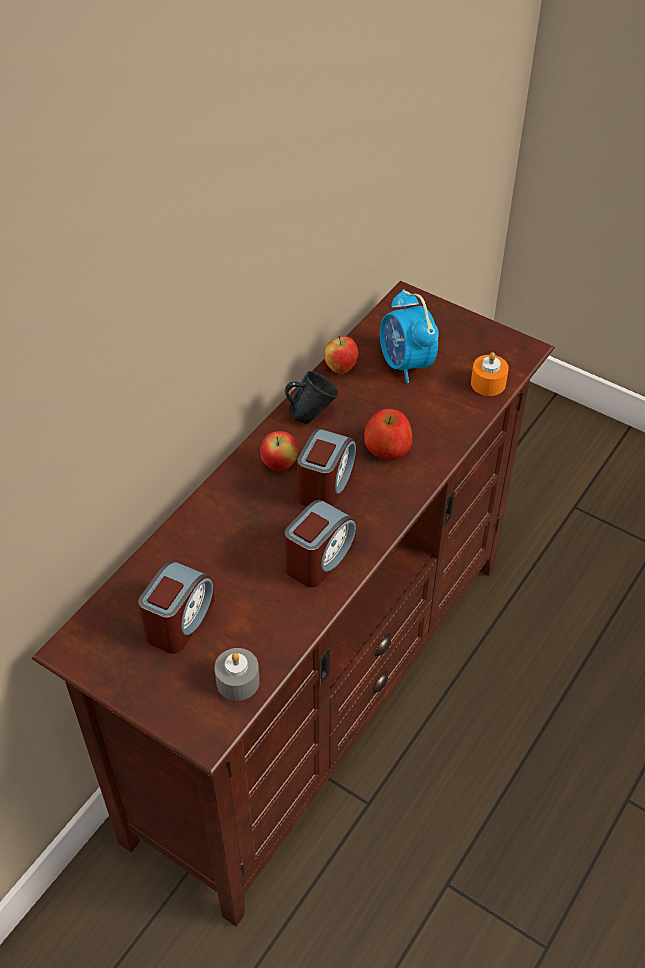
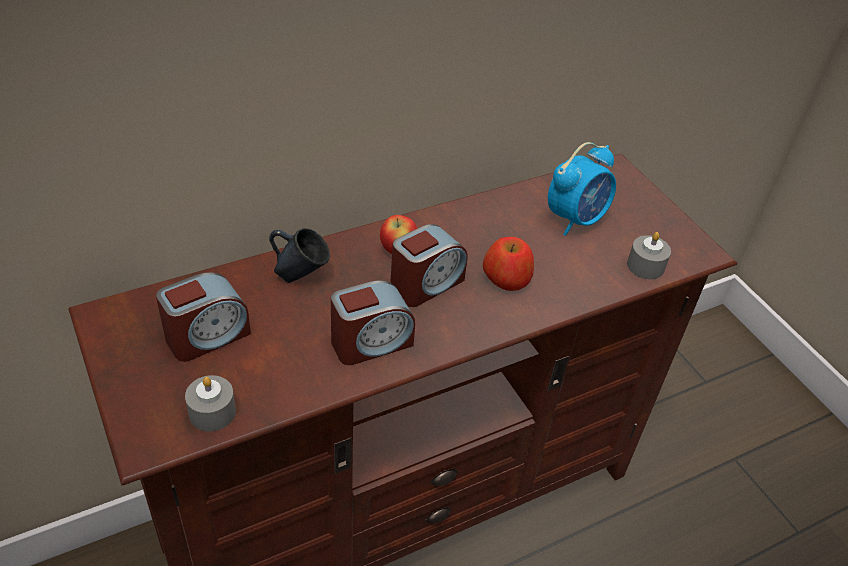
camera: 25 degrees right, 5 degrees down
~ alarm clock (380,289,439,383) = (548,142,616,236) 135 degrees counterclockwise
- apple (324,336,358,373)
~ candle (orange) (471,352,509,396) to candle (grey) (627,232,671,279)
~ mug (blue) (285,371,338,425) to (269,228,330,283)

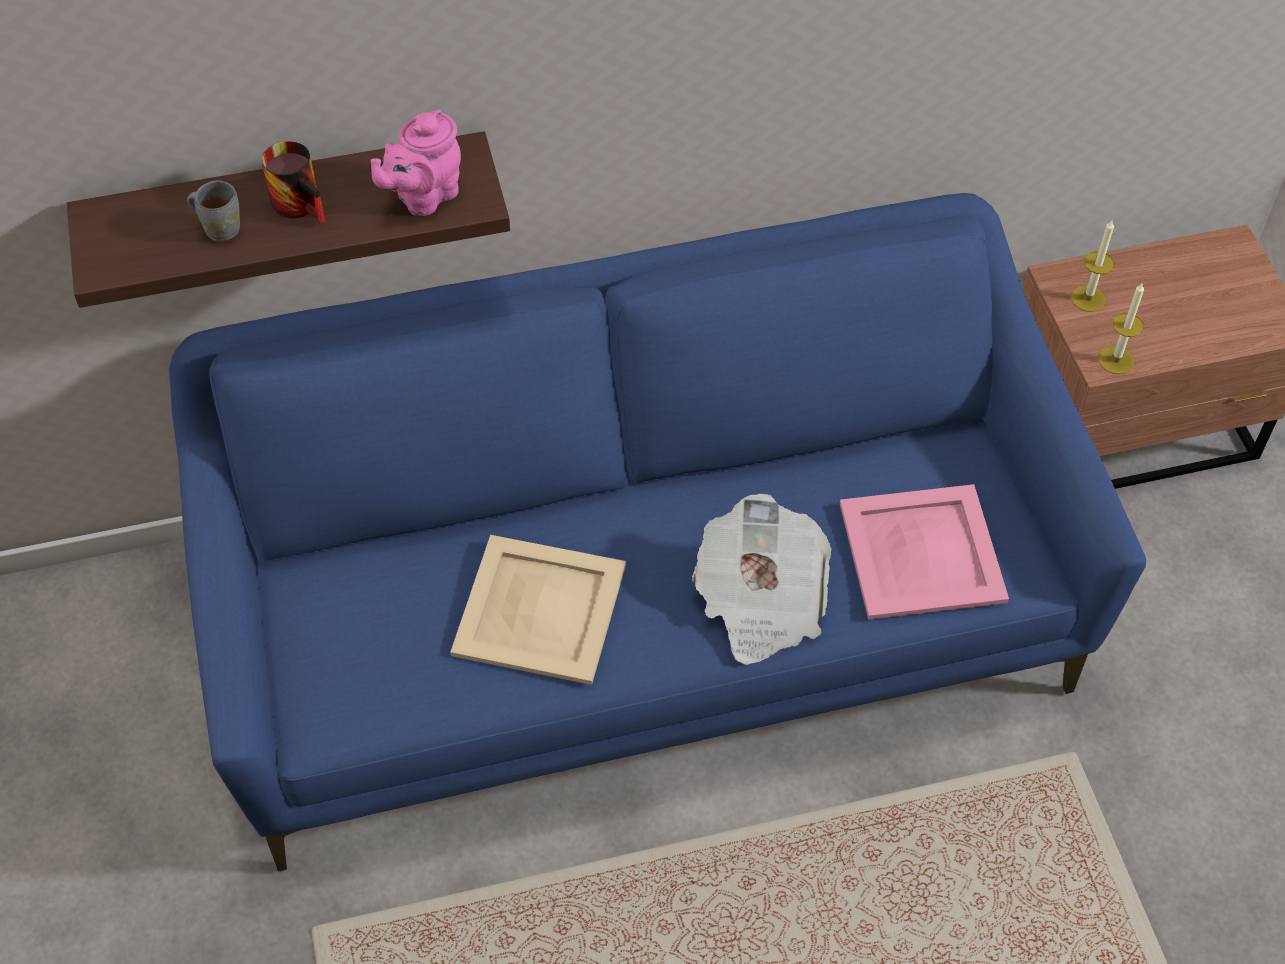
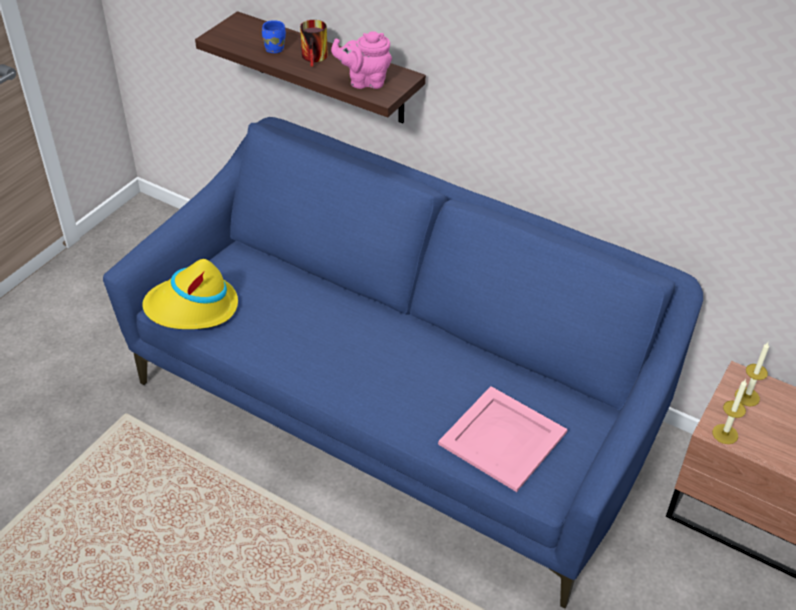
camera: 45 degrees right, 10 degrees down
~ mug (grey) (187,180,240,242) to mug (blue) (262,20,286,53)
- newspaper (692,494,832,665)
- tray (beige) (450,535,626,685)
+ hat (yellow) (142,259,238,329)

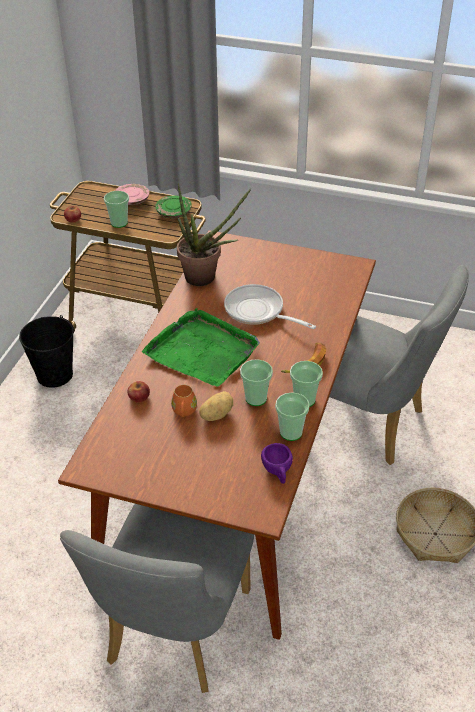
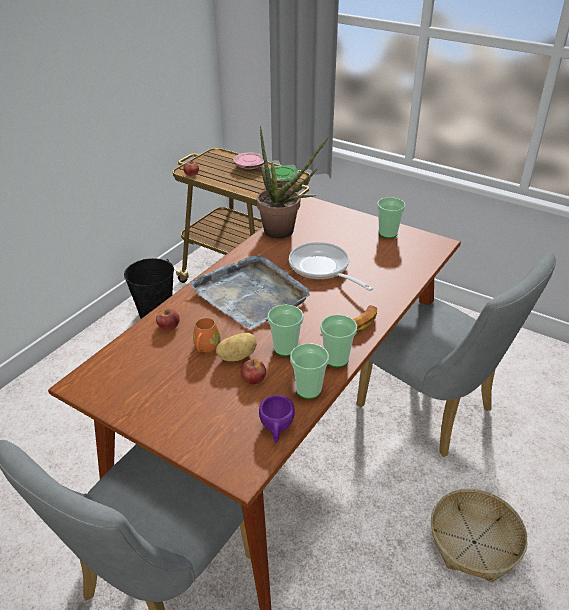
camera: 15 degrees right, 5 degrees down
~ cup (104,191,129,228) to (377,197,406,238)
~ tray (green) (142,308,260,387) to tray (grey) (189,254,310,329)
+ apple (241,359,266,384)

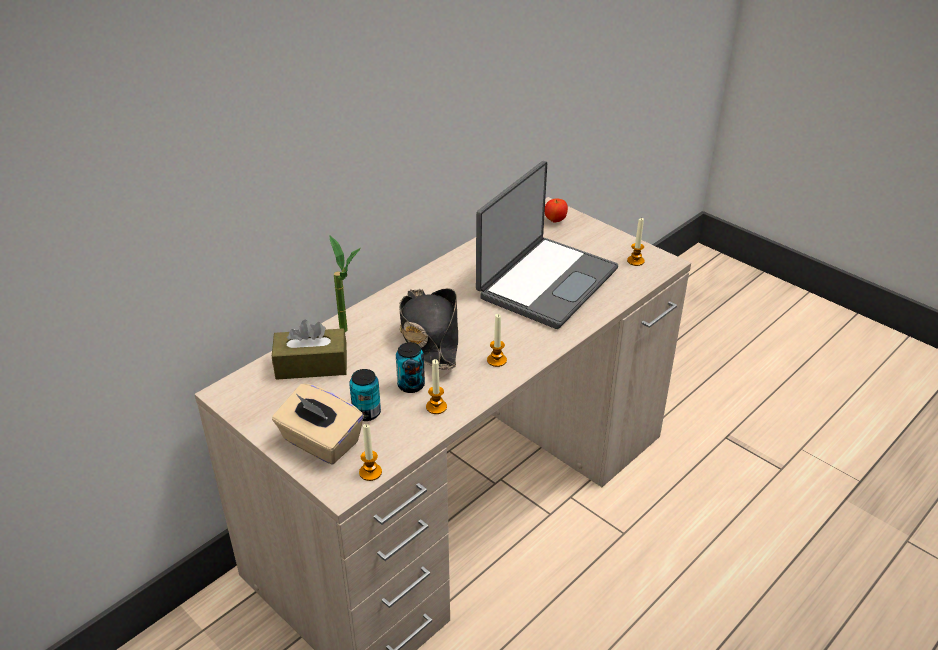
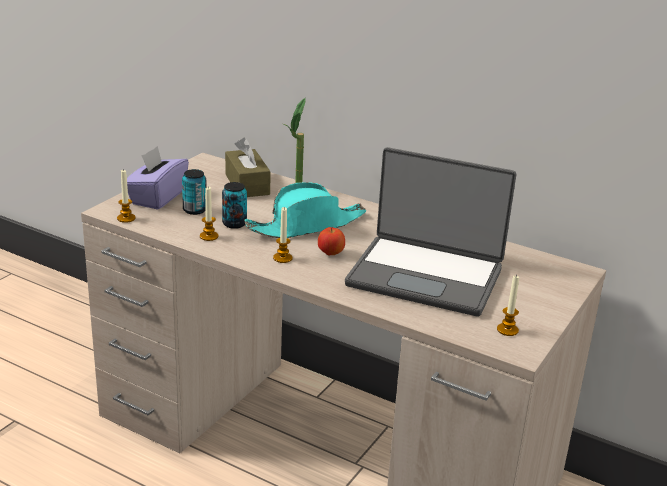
camera: 75 degrees right, 10 degrees down
~ apple (545,198,568,223) to (318,227,345,256)
~ hat (black) (399,288,458,370) to hat (turquoise) (245,182,366,238)
~ tissue box (beige) (272,383,364,465) to tissue box (purple) (127,146,189,210)

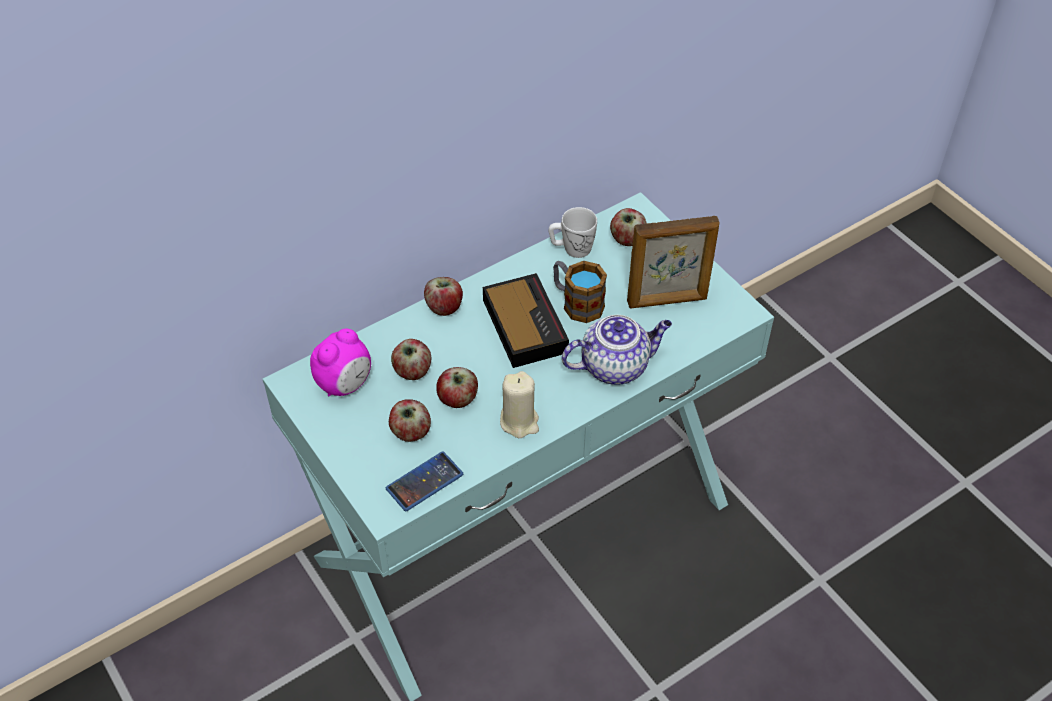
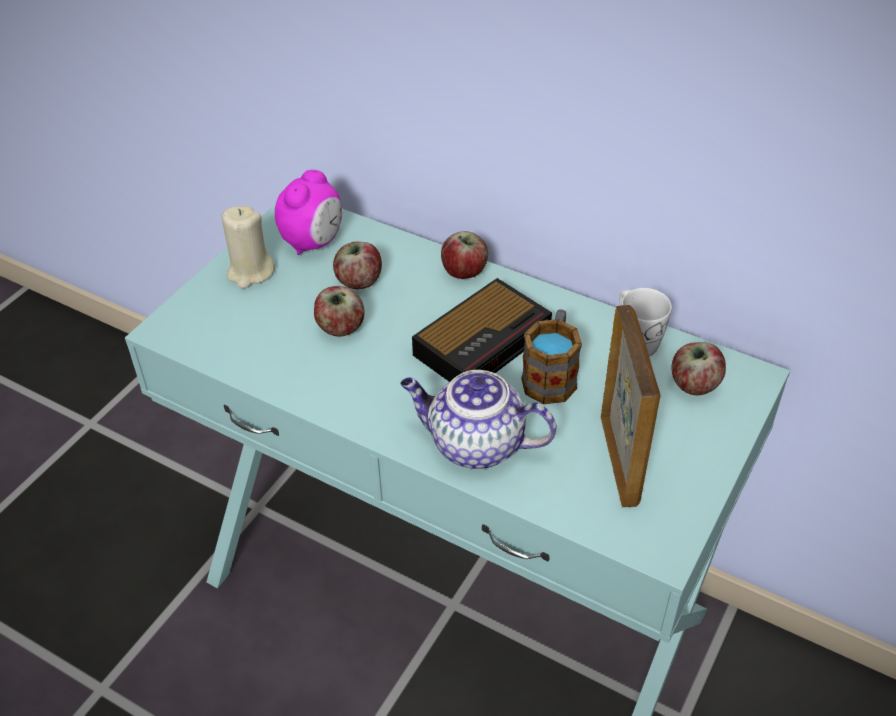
camera: 65 degrees right, 5 degrees down
~ picture frame (627,216,720,308) = (601,305,661,507) 150 degrees counterclockwise
~ teapot (562,315,672,385) = (400,370,556,469) 150 degrees clockwise
~ alarm clock (310,329,371,397) = (275,170,342,255) 75 degrees counterclockwise
~ candle (beige) (500,371,539,438) to (222,206,275,289)
- apple (389,399,431,442)
- phone (386,451,463,511)

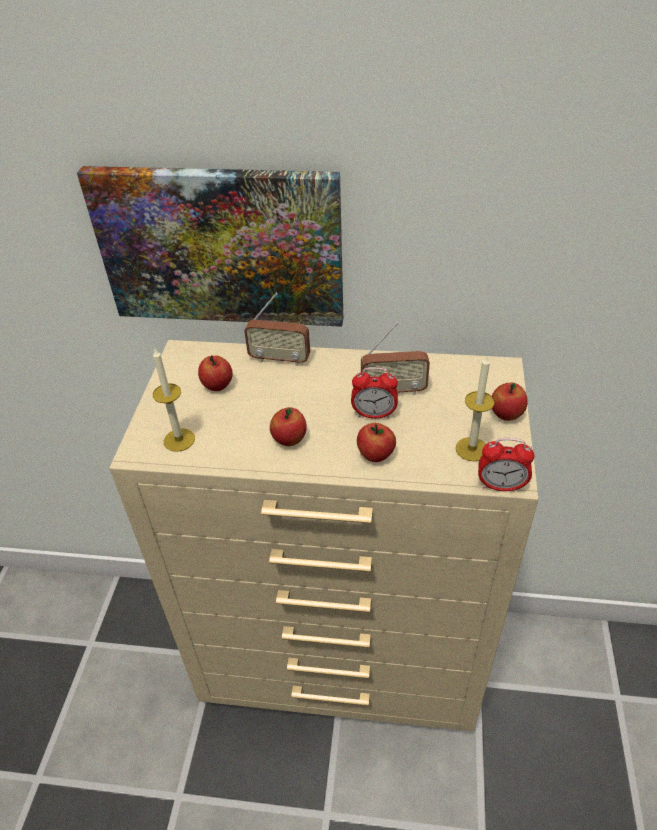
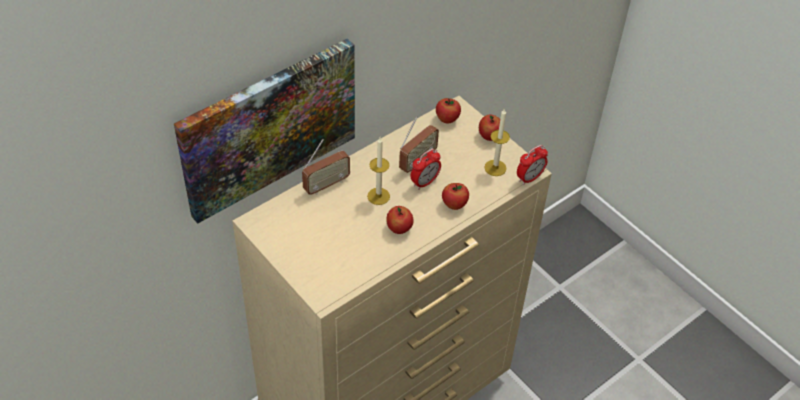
camera: 50 degrees left, 5 degrees up
~ candle (153,349,195,452) to (367,137,390,205)
~ apple (198,355,233,391) to (436,98,461,123)

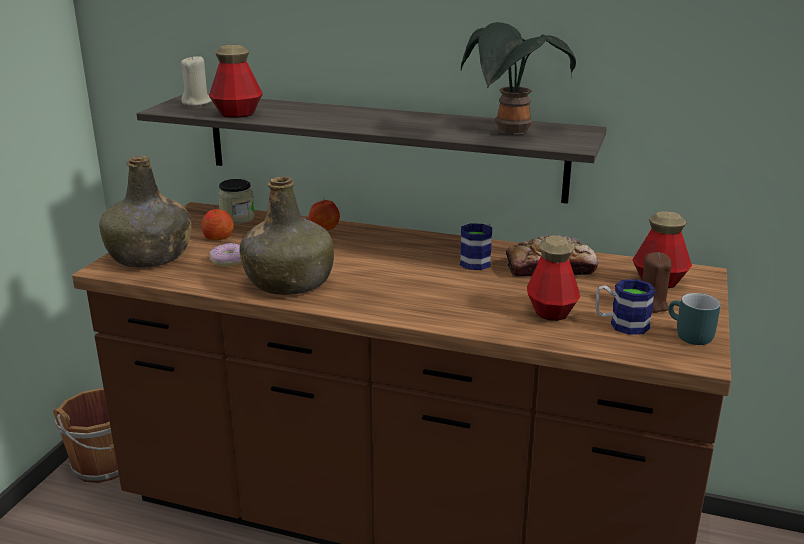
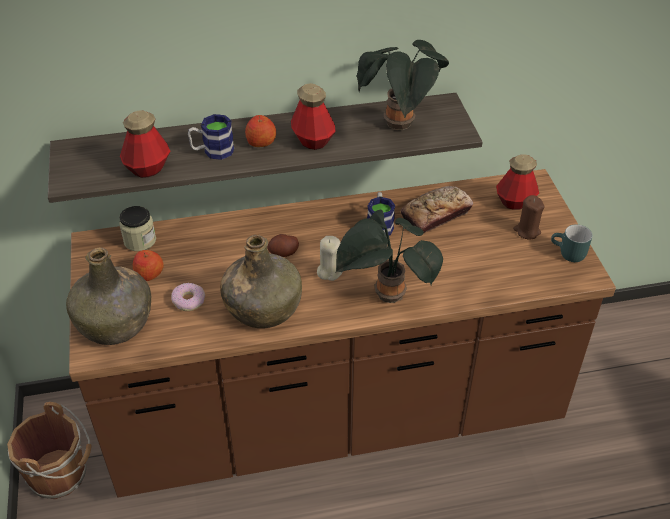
camera: 30 degrees left, 20 degrees up
~ candle (beige) (181,55,212,106) to (317,236,342,281)
~ apple (309,200,340,230) to (245,115,276,147)
~ bottle (527,236,580,321) to (291,83,336,150)
~ mug (596,279,655,335) to (188,114,235,160)
+ potted plant (335,210,443,303)
+ potato (267,234,299,257)

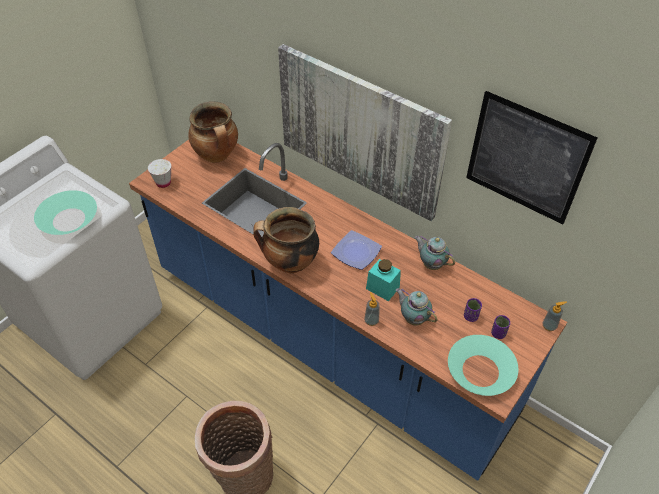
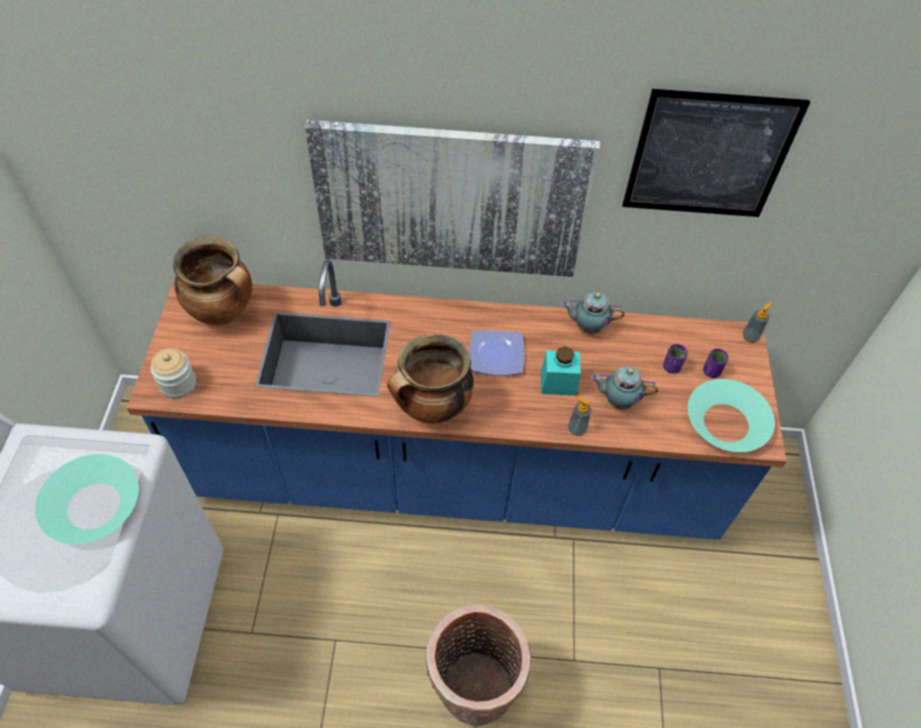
camera: 35 degrees left, 5 degrees up
~ cup (white) (148,159,171,188) to jar (151,348,196,398)

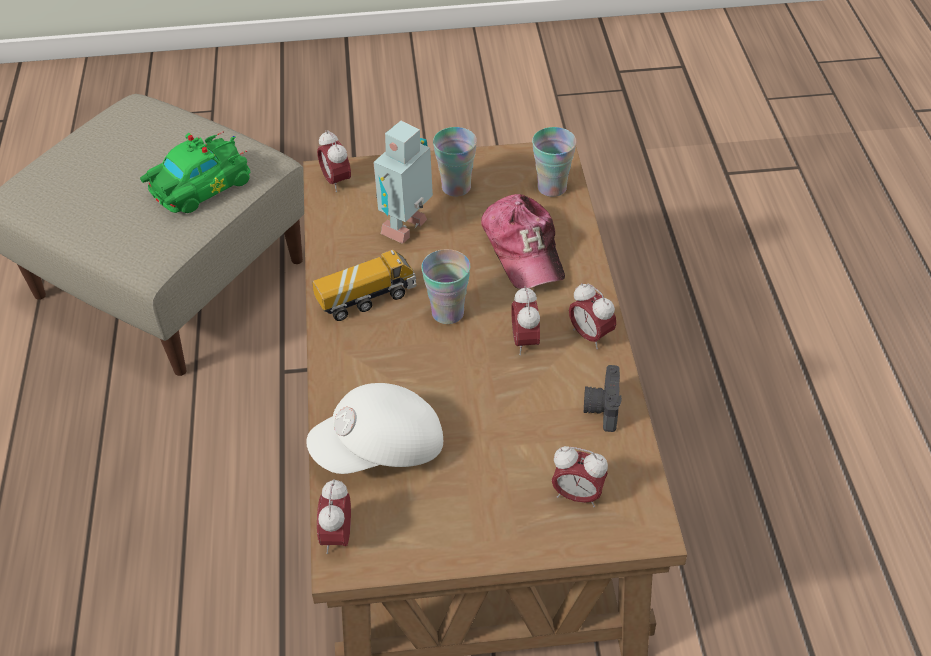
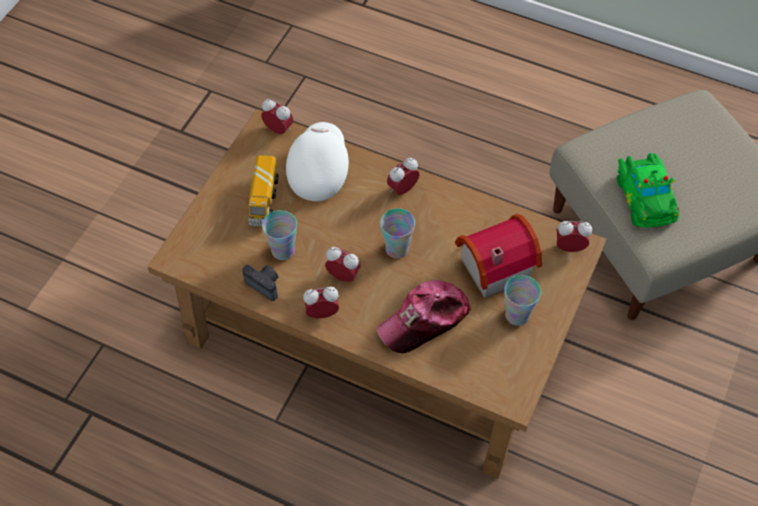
camera: 120 degrees right, 10 degrees up
~ toy robot (373,121,433,244) to toy house (455,214,542,298)
~ cup (532,127,576,197) to (262,210,297,260)
~ cap (481,194,565,289) = (376,280,471,353) 45 degrees counterclockwise
~ toy truck (312,250,417,321) to (248,155,278,227)
~ alarm clock (552,446,608,507) to (387,158,420,195)

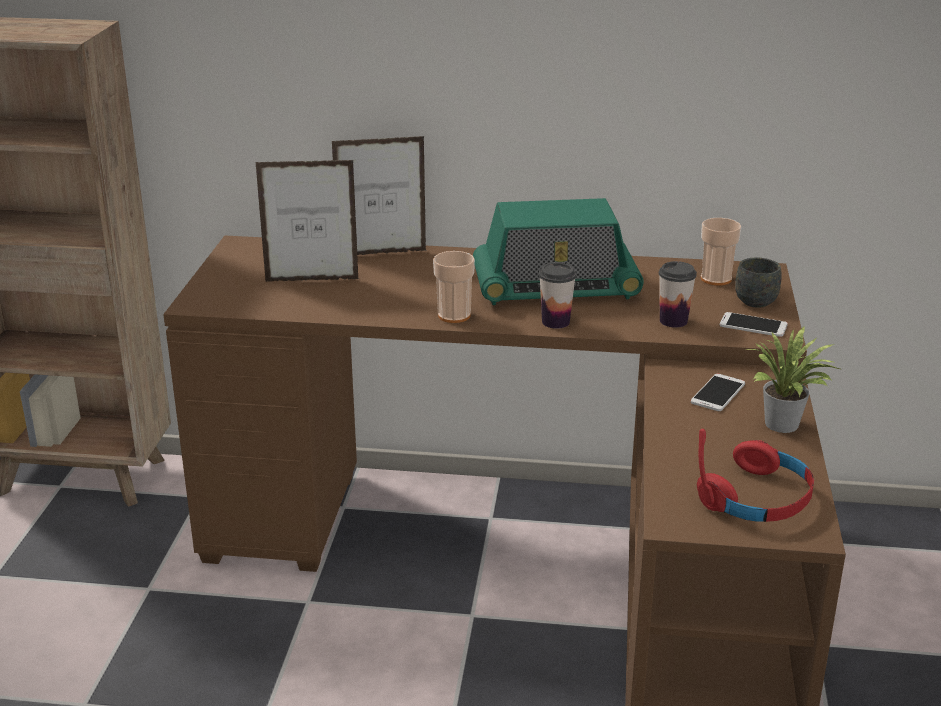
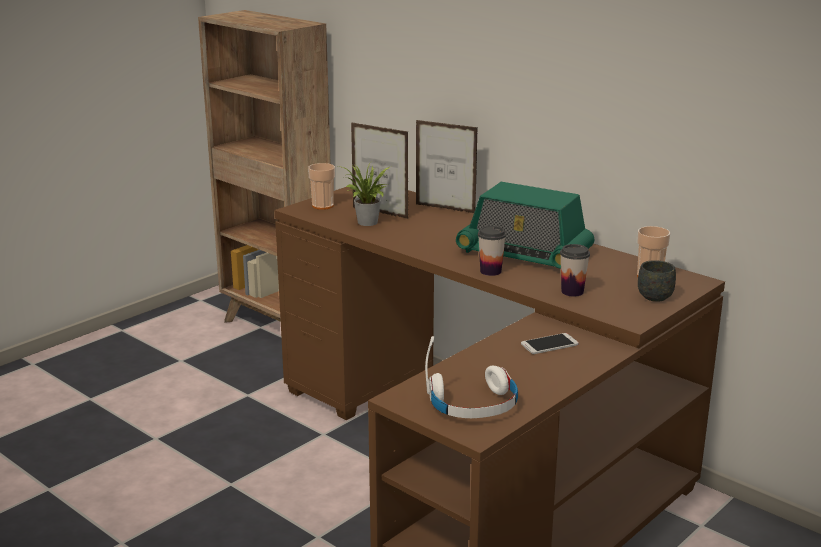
camera: 35 degrees right, 5 degrees down
~ cup (433,251,475,323) to (308,163,335,210)
- phone (720,312,788,337)
~ potted plant (747,326,840,433) to (338,163,390,226)
~ headphones (red) (697,429,814,522) to headphones (white) (425,336,518,418)

